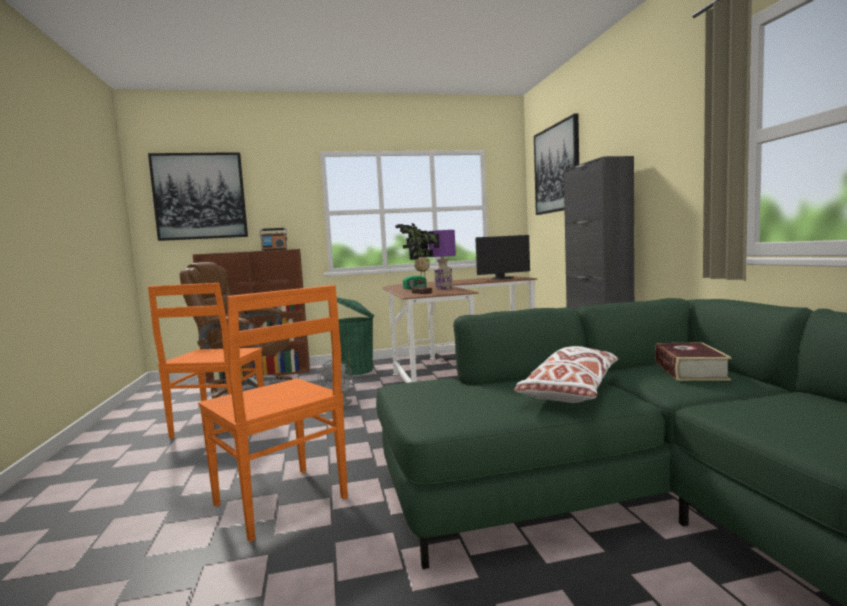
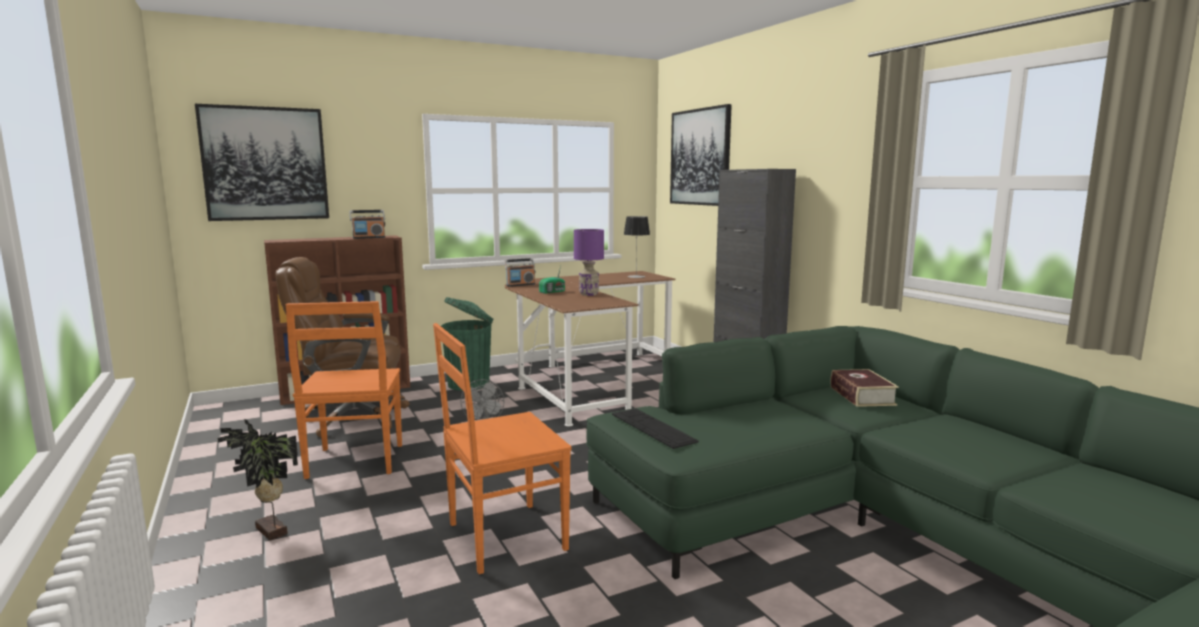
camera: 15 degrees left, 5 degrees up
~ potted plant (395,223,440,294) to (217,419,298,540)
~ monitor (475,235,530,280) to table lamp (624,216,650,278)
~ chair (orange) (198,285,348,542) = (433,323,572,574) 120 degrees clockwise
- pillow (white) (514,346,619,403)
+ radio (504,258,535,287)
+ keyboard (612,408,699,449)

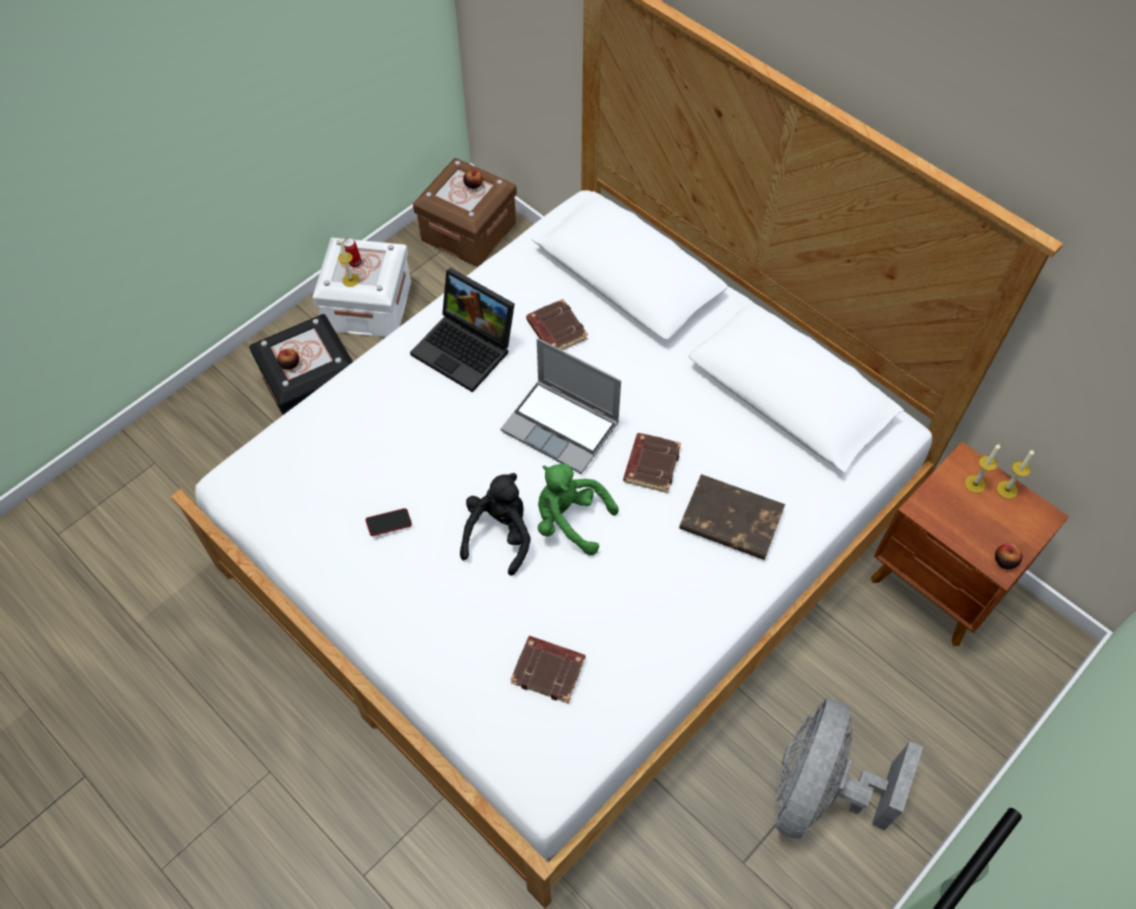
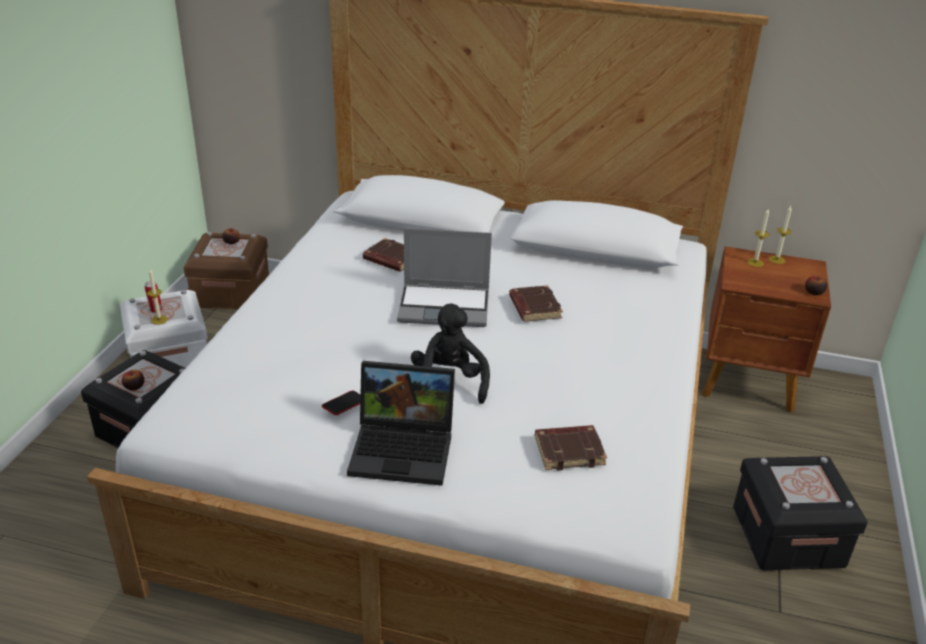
camera: 30 degrees left, 25 degrees down
~ laptop (410,268,515,393) to (347,361,455,486)
- plush toy (green) (538,463,619,555)
- book (brown) (679,474,785,560)
~ fan (grey) (774,698,923,839) to storage box (black) (733,456,868,570)

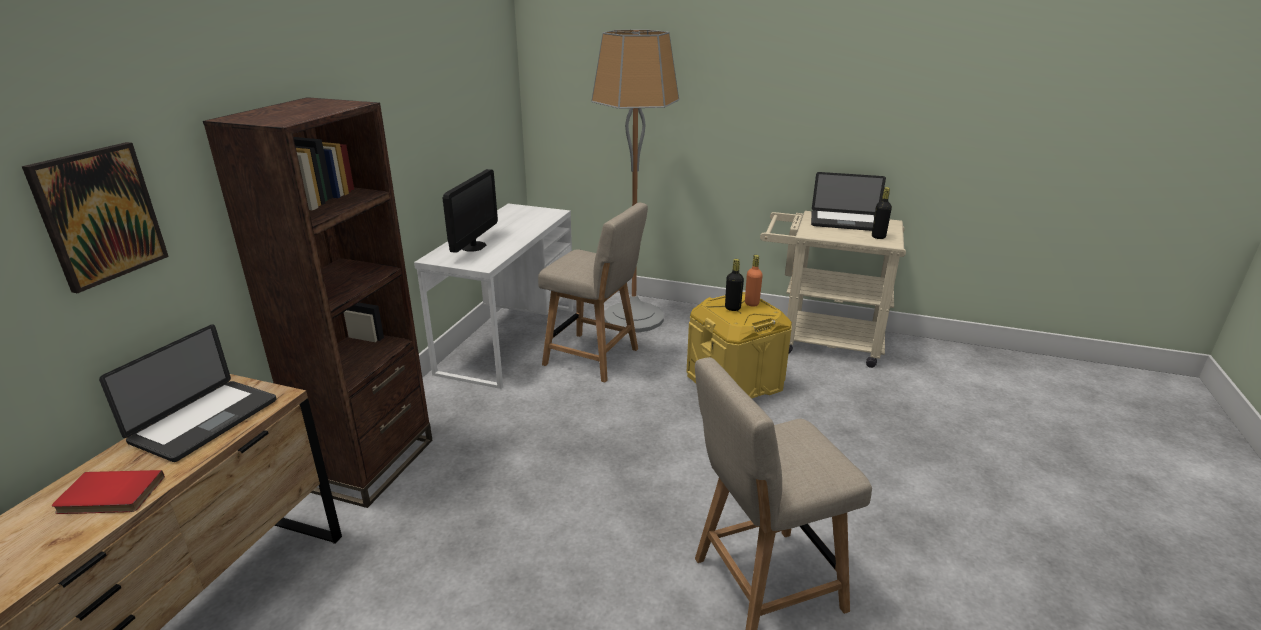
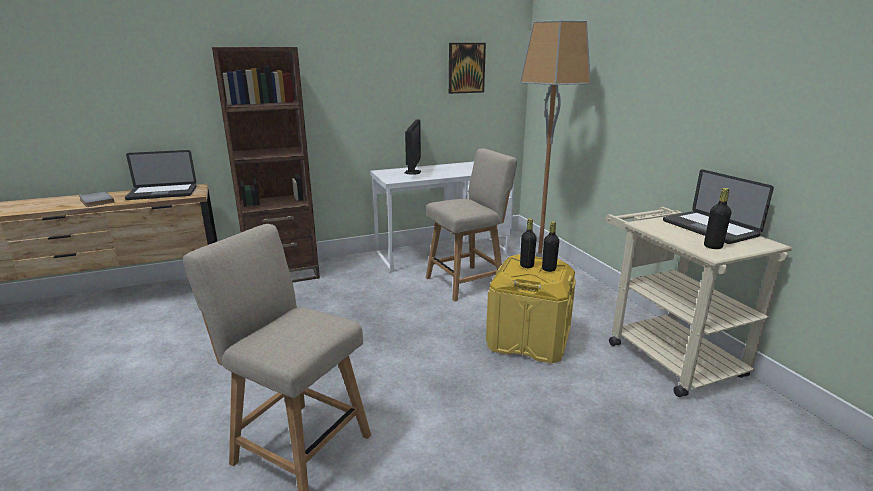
camera: 50 degrees right, 5 degrees down
~ picture (22,142,169,293) to (449,43,486,94)
~ monitor (442,169,498,253) = (405,119,421,175) 60 degrees counterclockwise
~ chair (beige) (538,203,648,382) = (426,148,517,302) 105 degrees counterclockwise
~ bottle (orange) (745,255,763,307) to bottle (black) (542,221,559,272)
~ book (red) (52,470,165,514) to book (grey) (79,191,115,207)

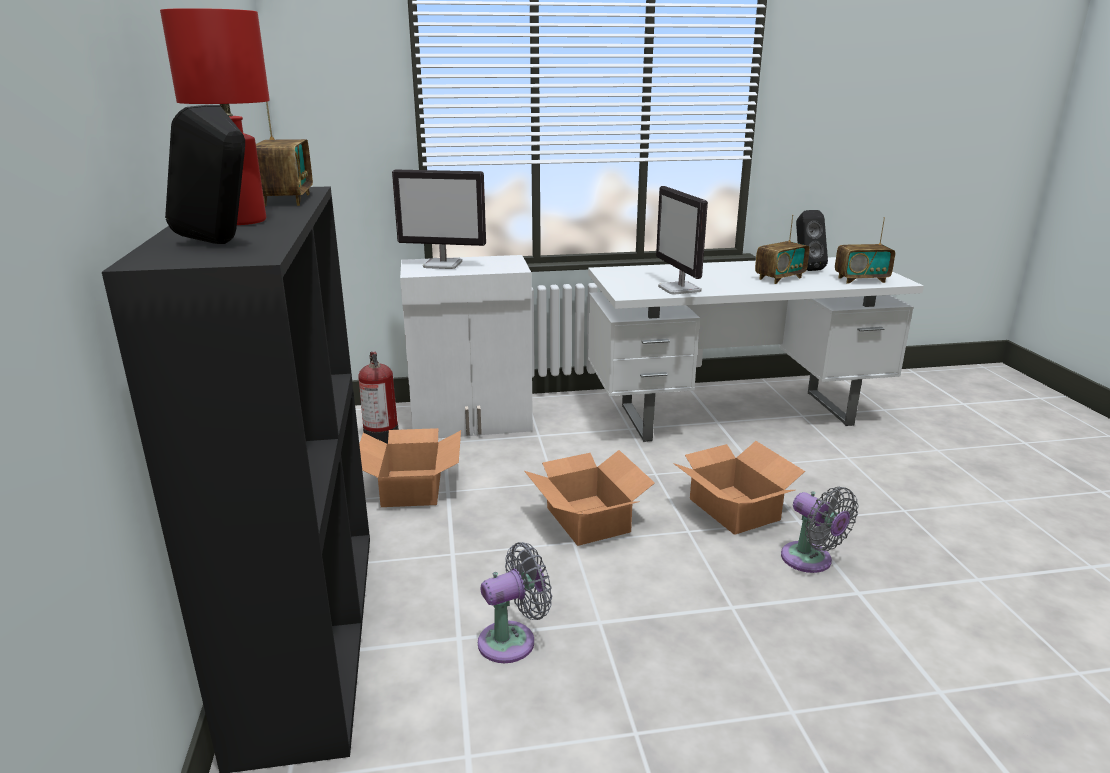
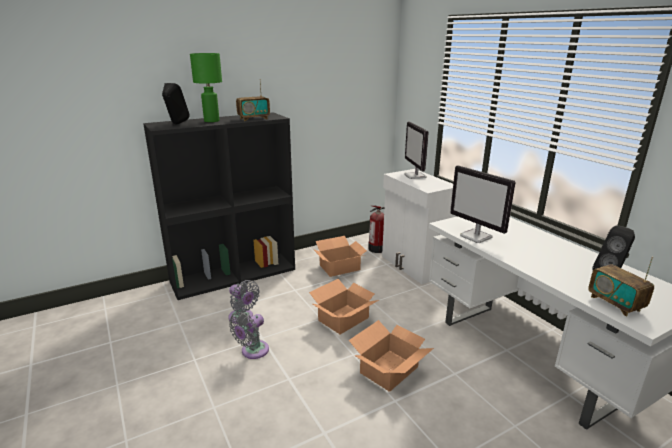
camera: 70 degrees right, 0 degrees up
~ table lamp (red) (160,8,270,225) to table lamp (green) (190,53,222,122)
~ monitor (656,186,708,295) = (450,166,516,243) 90 degrees counterclockwise
- radio (755,215,809,284)
~ fan (grey) (781,487,858,573) to (229,312,269,359)

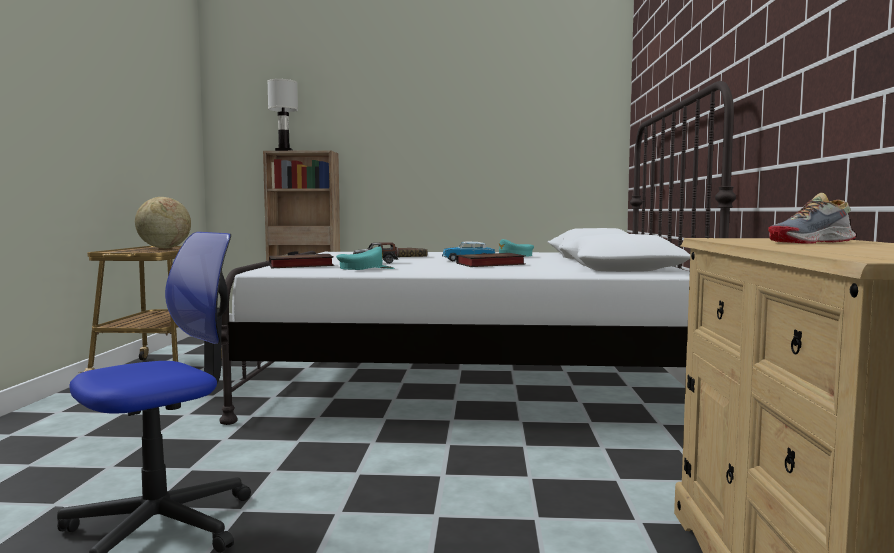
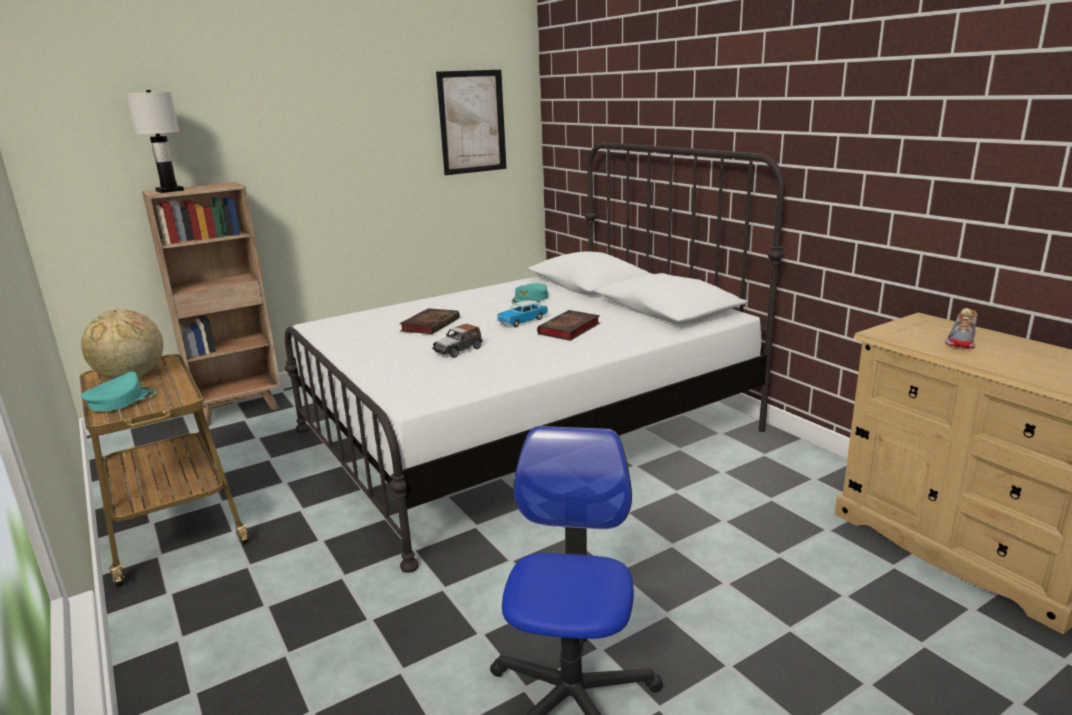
camera: 35 degrees left, 15 degrees up
~ cap (turquoise) (336,247,394,270) to (81,372,157,411)
- book (269,254,334,268)
+ picture (436,70,506,175)

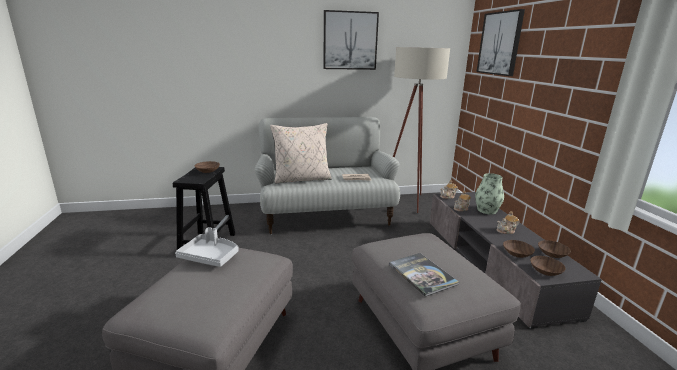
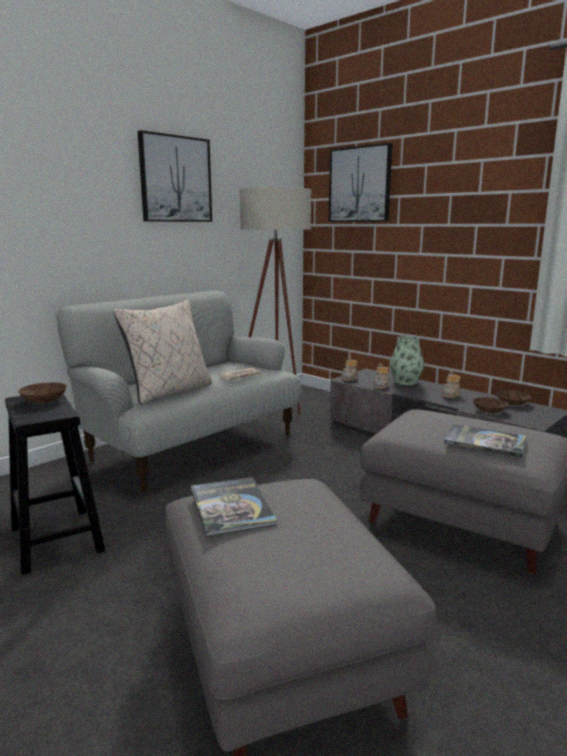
camera: 35 degrees left, 5 degrees down
~ tray (grey) (175,227,239,267) to book (191,477,277,537)
- bowl (brown) (530,256,566,276)

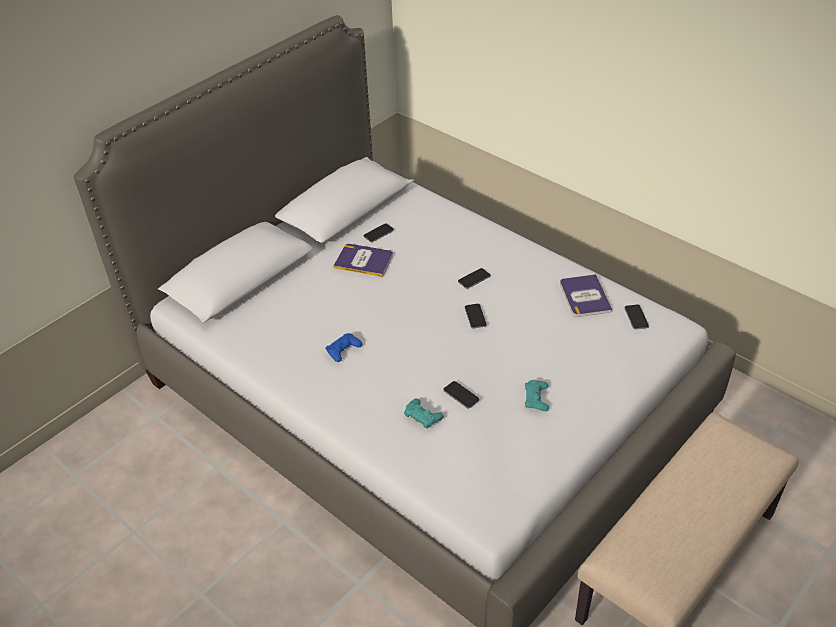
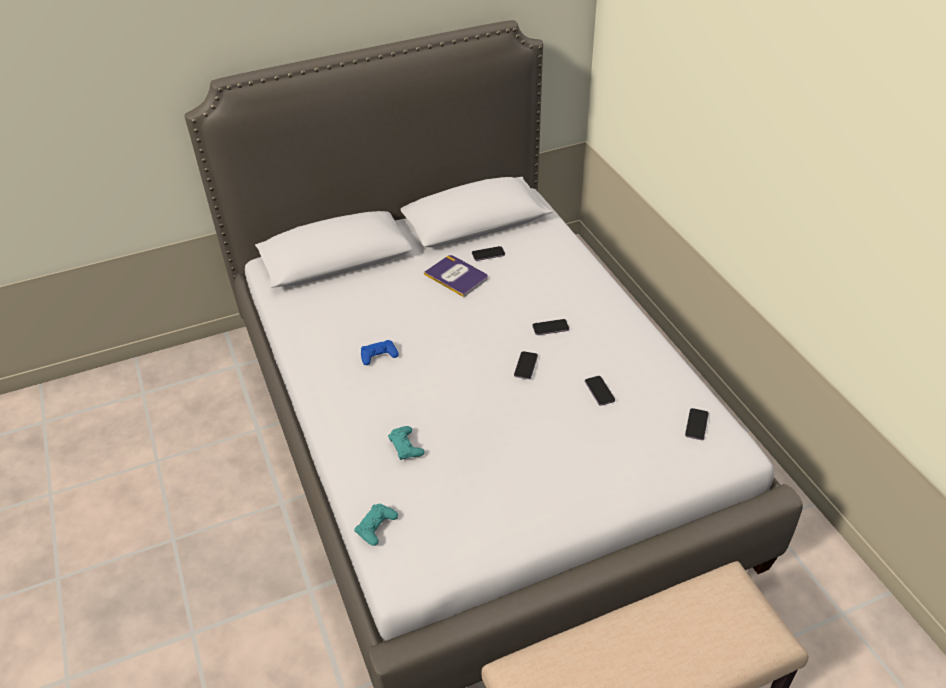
camera: 25 degrees right, 0 degrees up
- book (560,274,612,317)
~ game controller (turquoise) (525,380,549,411) to (354,504,398,546)
~ phone (443,381,479,409) to (585,376,615,406)

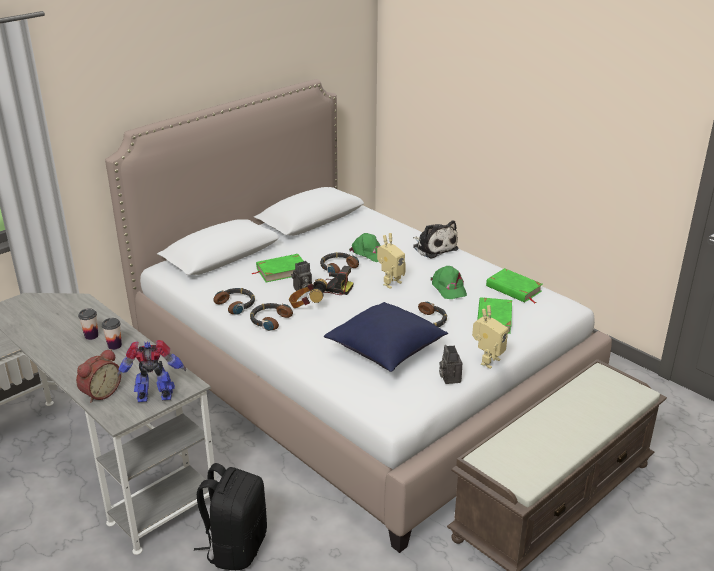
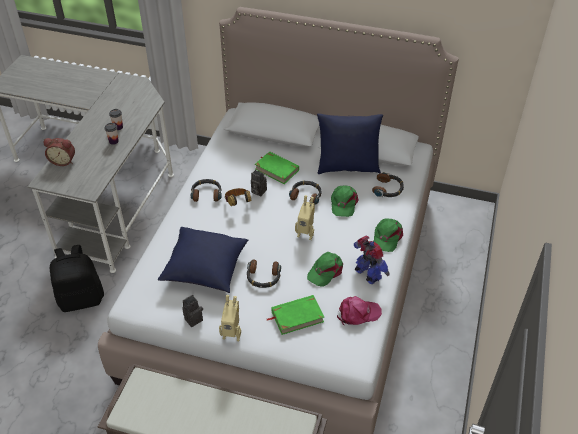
camera: 60 degrees right, 15 degrees up
~ plush toy (413,220,458,259) to cap (green) (373,218,403,252)
- photo camera (323,266,354,295)
~ book (green) (486,268,542,303) to cap (pink) (337,296,382,326)
~ headphones (213,288,255,315) to (372,172,404,197)
~ toy robot (118,340,186,402) to (354,235,390,285)
+ pillow (blue) (317,113,383,174)

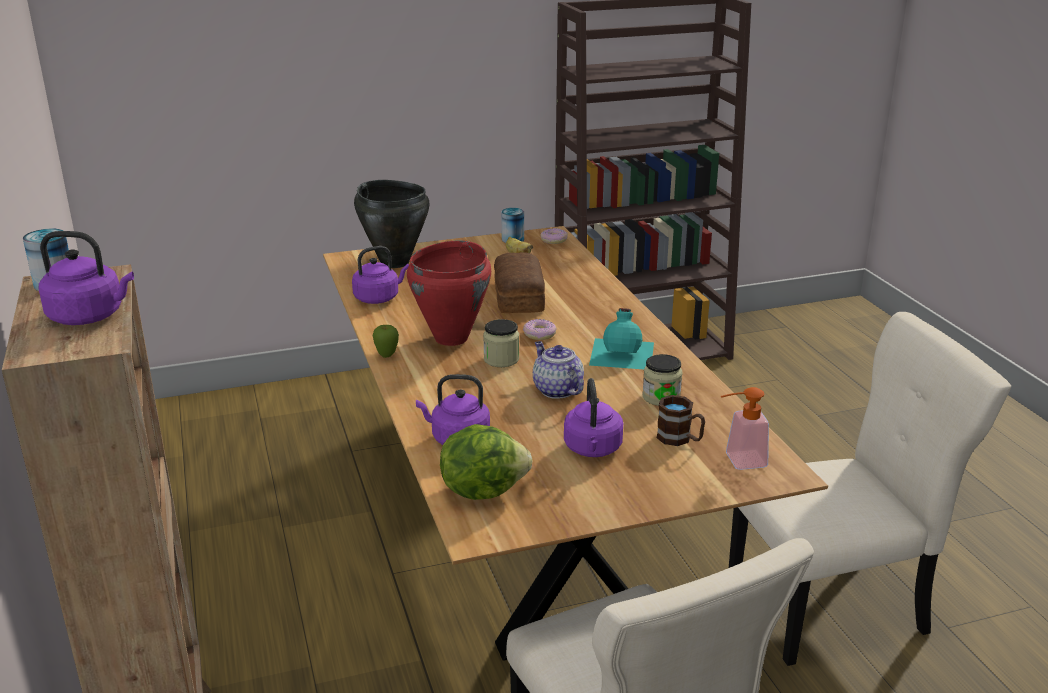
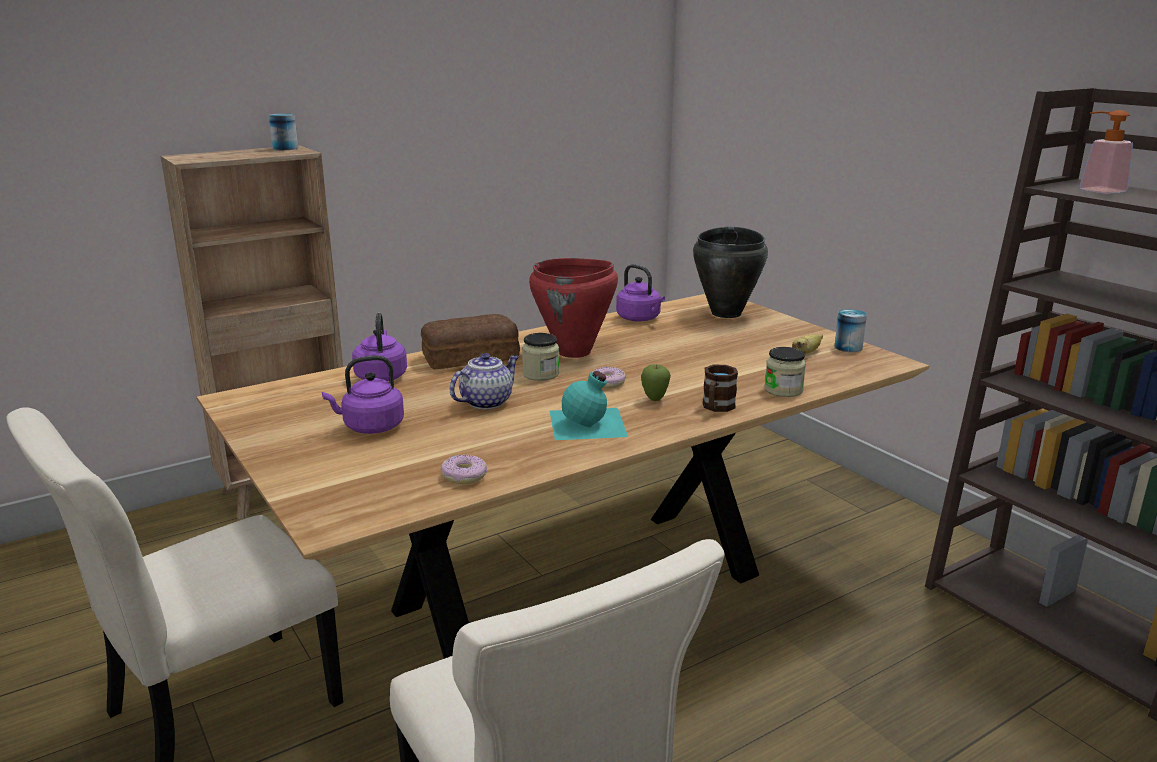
camera: 75 degrees right, 5 degrees down
~ donut (540,228,568,244) to (441,455,487,484)
- kettle (purple) (38,231,134,325)
~ bread (494,252,545,313) to (421,314,520,369)
~ apple (373,325,399,358) to (641,365,671,401)
~ jar (642,354,682,406) to (764,347,806,397)
~ soap dispenser (721,387,769,470) to (1080,110,1133,194)
~ mug (brown) (657,395,705,446) to (703,365,738,412)
- lettuce (440,424,533,500)

